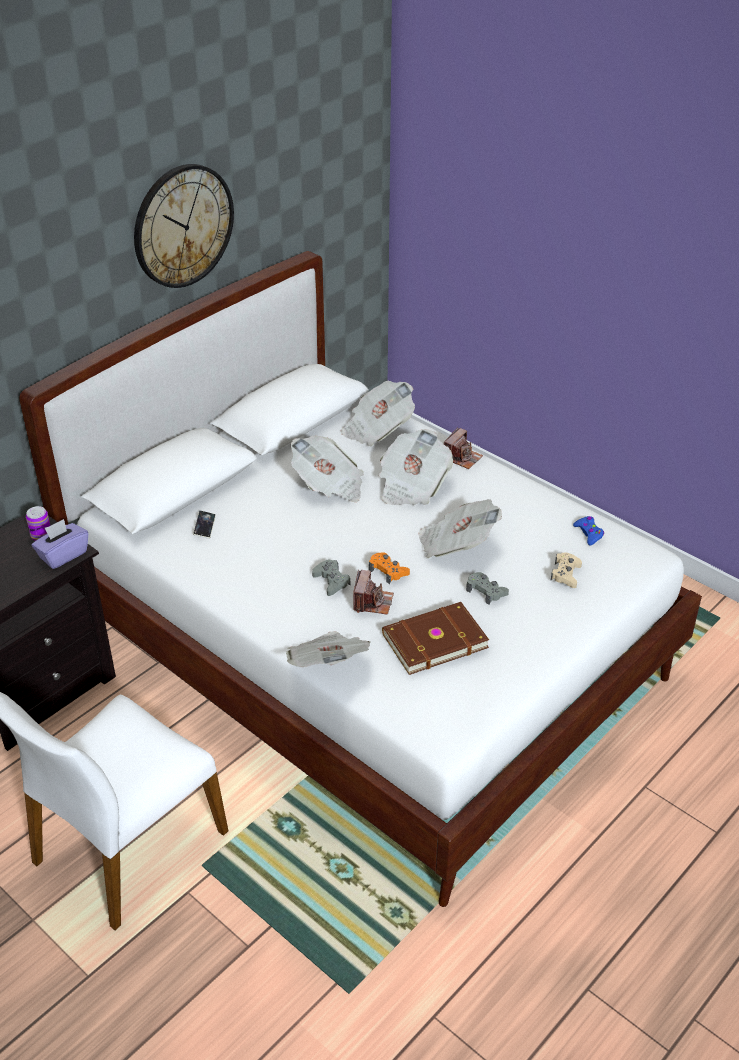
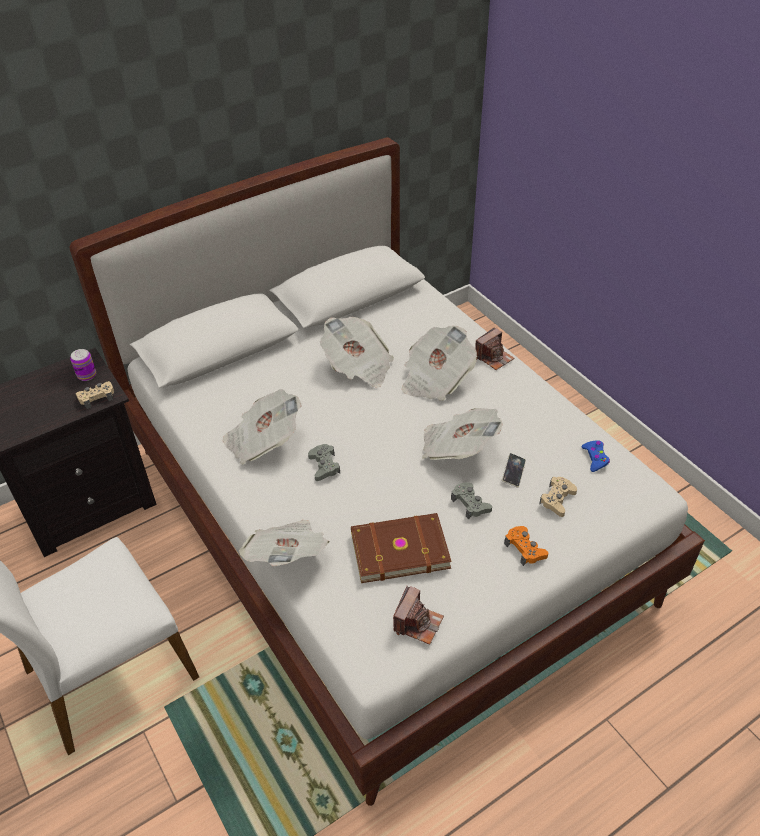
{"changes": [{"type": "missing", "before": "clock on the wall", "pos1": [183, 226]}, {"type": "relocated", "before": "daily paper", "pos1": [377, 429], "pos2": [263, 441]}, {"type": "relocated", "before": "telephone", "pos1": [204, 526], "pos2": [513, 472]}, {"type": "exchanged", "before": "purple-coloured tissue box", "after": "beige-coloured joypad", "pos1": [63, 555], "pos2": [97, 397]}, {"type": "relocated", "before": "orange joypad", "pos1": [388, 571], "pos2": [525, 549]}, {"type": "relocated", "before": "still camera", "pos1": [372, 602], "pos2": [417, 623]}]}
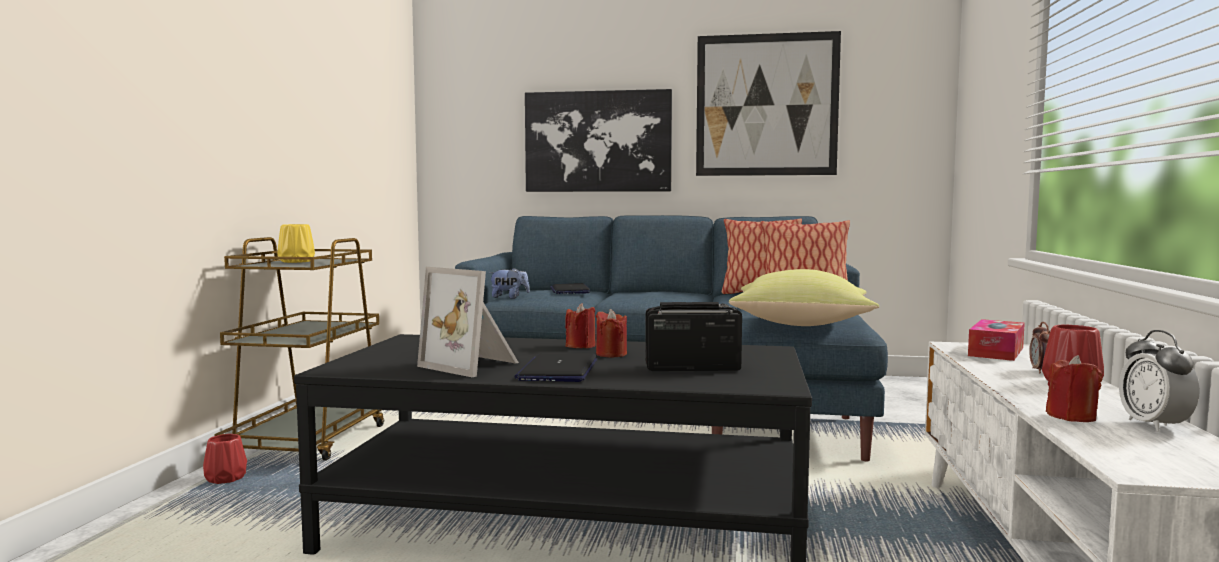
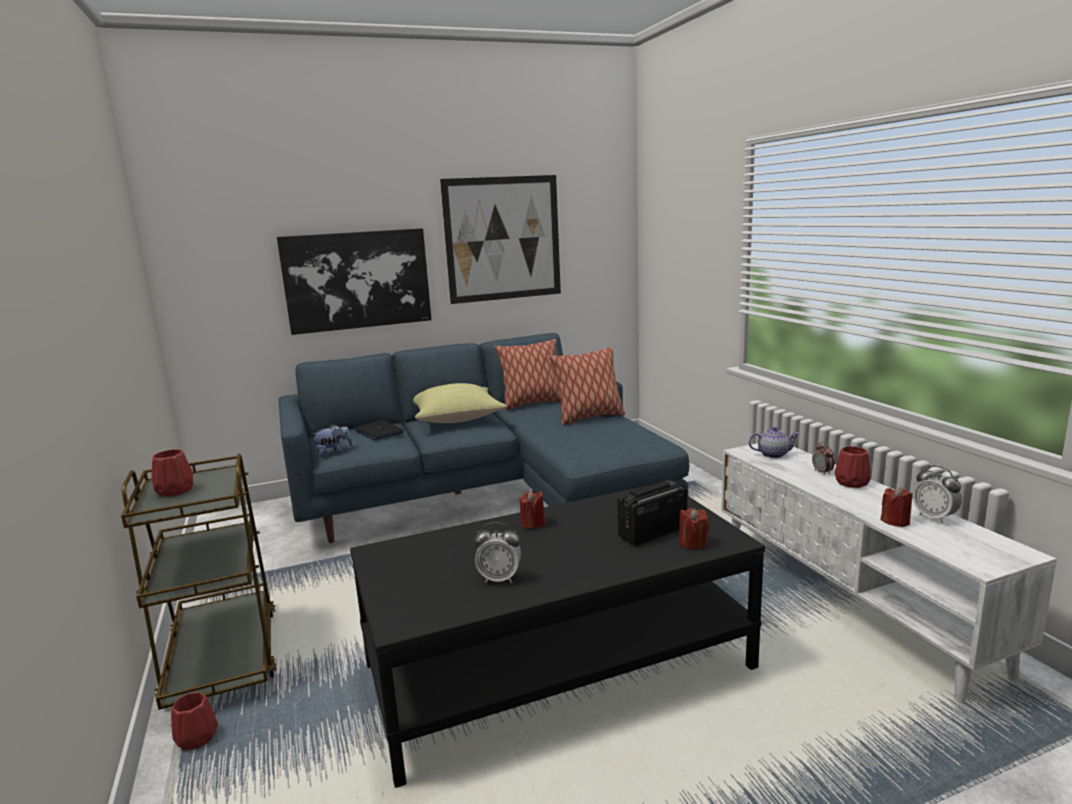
{"changes": [{"type": "colour", "before": "yellowish flower vase", "after": "red-coloured flower vase", "pos1": [296, 261], "pos2": [174, 490]}, {"type": "exchanged", "before": "picture frame", "after": "table clock", "pos1": [473, 365], "pos2": [499, 579]}, {"type": "relocated", "before": "yellowish pillow", "pos1": [803, 324], "pos2": [457, 419]}, {"type": "relocated", "before": "red-coloured wax light", "pos1": [611, 354], "pos2": [693, 543]}, {"type": "exchanged", "before": "tissue box", "after": "tea pot", "pos1": [996, 351], "pos2": [773, 454]}, {"type": "missing", "before": "laptop", "pos1": [558, 370]}]}
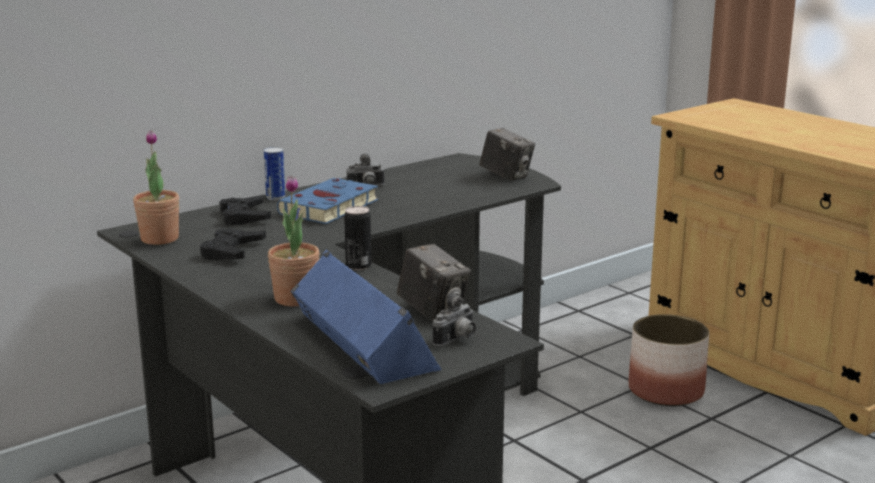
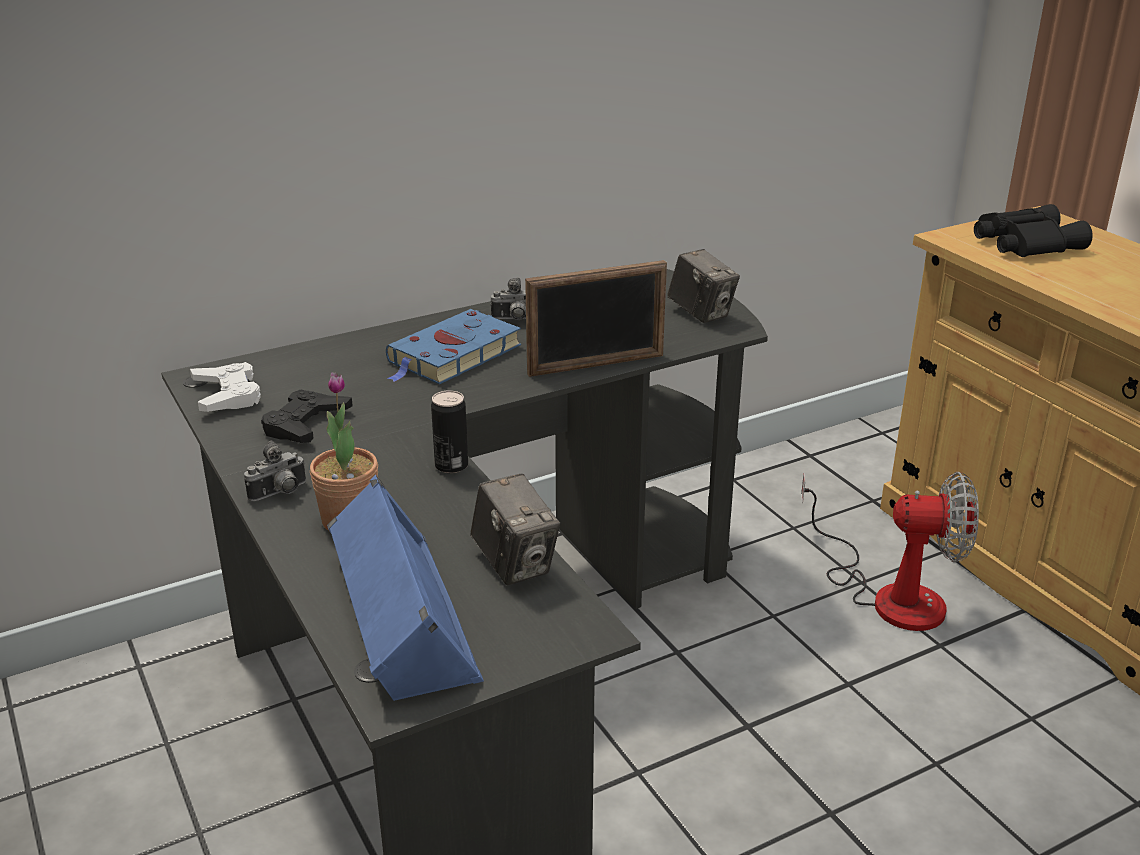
{"changes": [{"type": "exchanged", "before": "plant in a pot", "after": "whitish joypad", "pos1": [159, 239], "pos2": [227, 394]}, {"type": "missing", "before": "sealed can", "pos1": [275, 198]}, {"type": "missing", "before": "blackish joypad", "pos1": [244, 216]}, {"type": "relocated", "before": "still camera", "pos1": [457, 340], "pos2": [280, 494]}, {"type": "exchanged", "before": "plant pot", "after": "fan", "pos1": [665, 390], "pos2": [890, 594]}, {"type": "appeared", "after": "blackish field glasses", "pos2": [1024, 243]}, {"type": "appeared", "after": "picture frame", "pos2": [596, 365]}]}
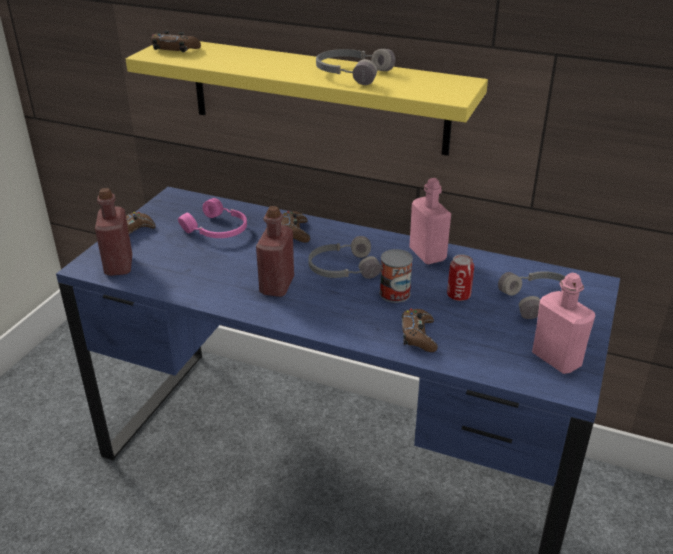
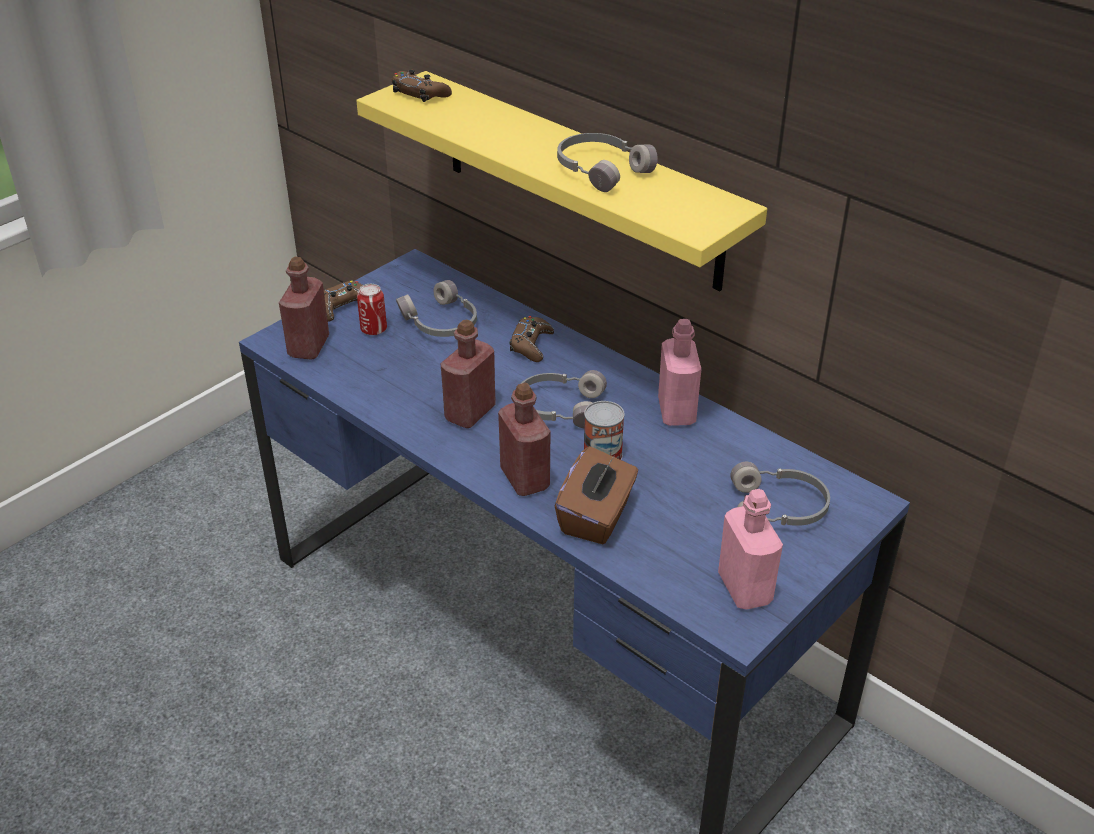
{"changes": [{"type": "colour", "before": "pink-coloured headphones", "after": "greyish headphones", "pos1": [216, 230], "pos2": [440, 323]}, {"type": "relocated", "before": "sealed can", "pos1": [458, 295], "pos2": [373, 329]}, {"type": "exchanged", "before": "brown-coloured joypad", "after": "brown-coloured tissue box", "pos1": [418, 336], "pos2": [596, 517]}, {"type": "appeared", "after": "red-coloured bottle", "pos2": [525, 478]}]}
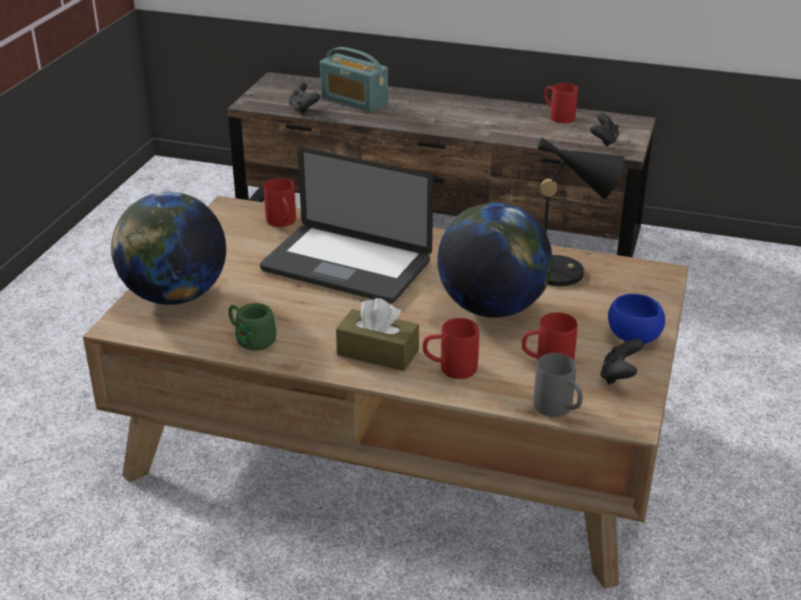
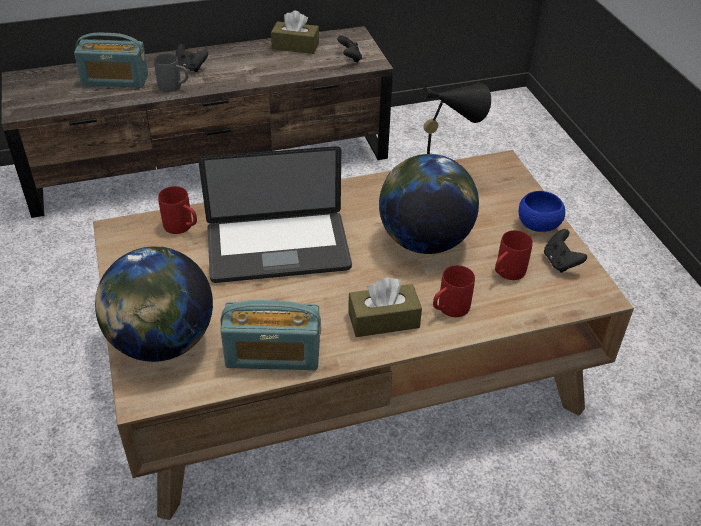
{"changes": [{"type": "relocated", "before": "blackish joypad", "pos1": [303, 109], "pos2": [191, 67]}, {"type": "exchanged", "before": "red-coloured mug", "after": "brown-coloured tissue box", "pos1": [557, 116], "pos2": [295, 46]}, {"type": "exchanged", "before": "green mug", "after": "radio receiver", "pos1": [251, 339], "pos2": [273, 355]}, {"type": "relocated", "before": "greyish mug", "pos1": [559, 410], "pos2": [174, 87]}]}
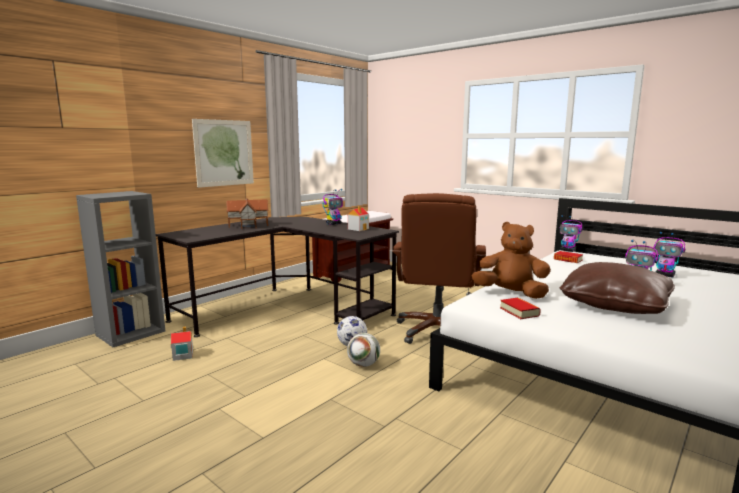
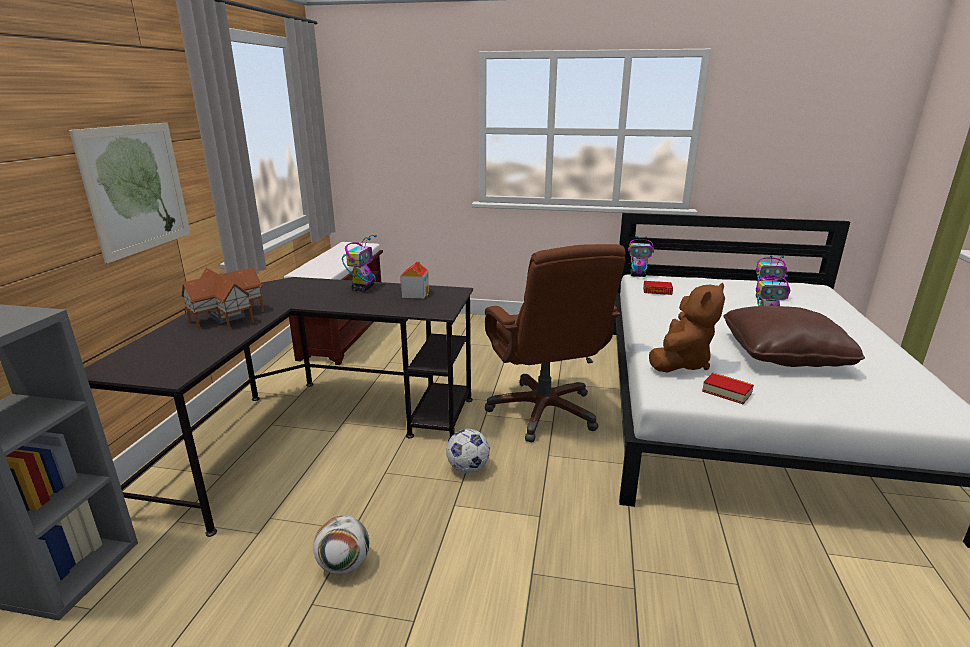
{"changes": [{"type": "spun", "before": "brown-coloured soft toy", "pos1": [511, 294], "pos2": [680, 363], "turn": 135}, {"type": "missing", "before": "model house", "pos1": [182, 355]}, {"type": "relocated", "before": "football ball", "pos1": [363, 364], "pos2": [344, 564]}]}
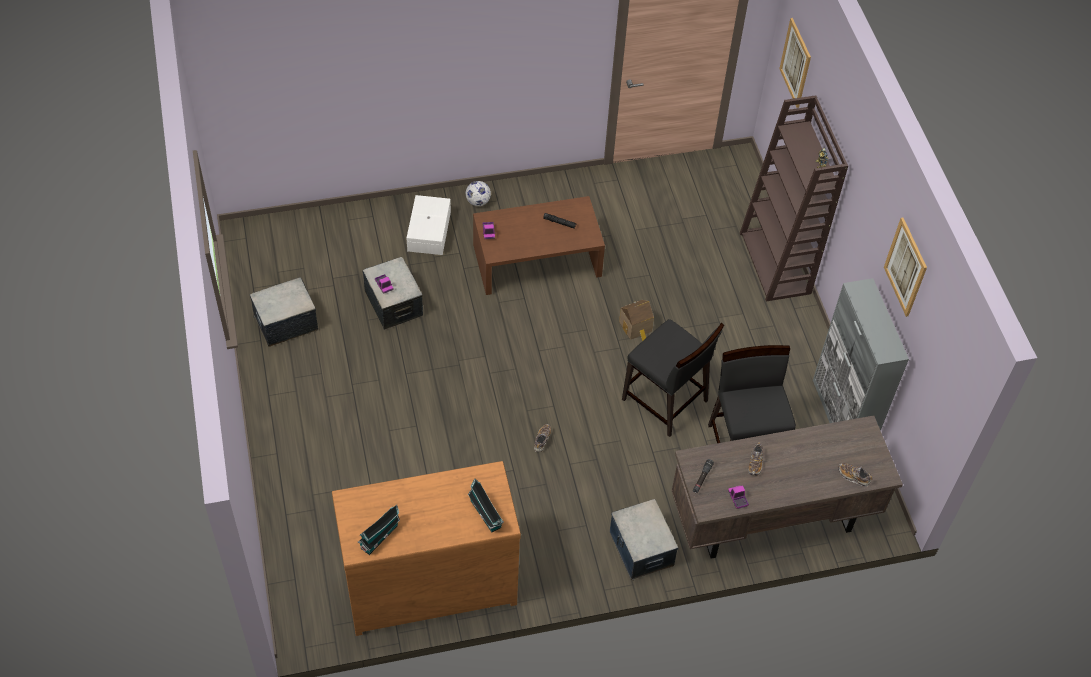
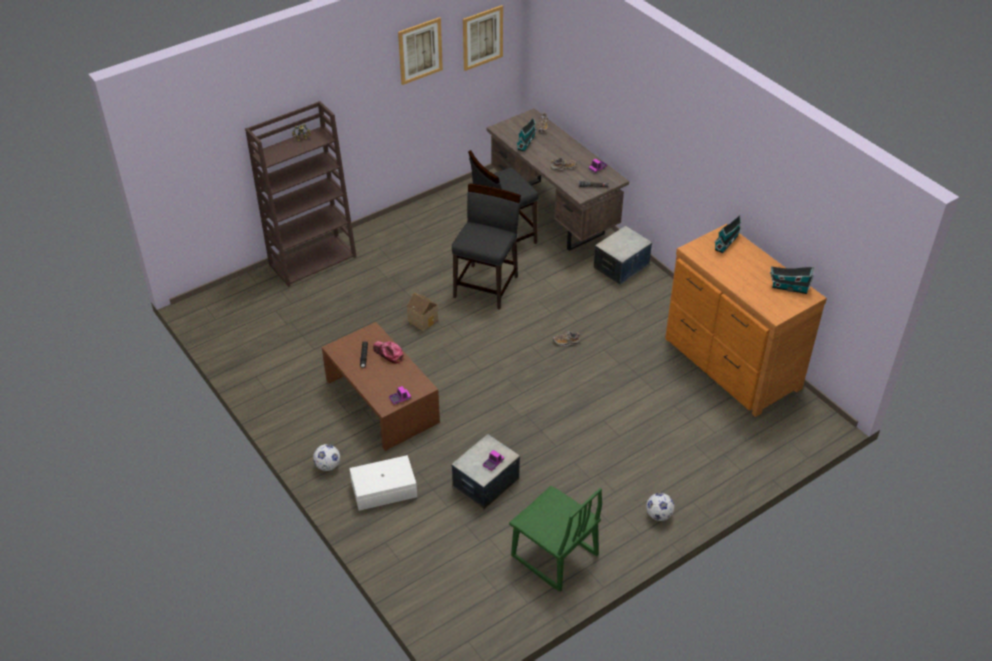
{"changes": [{"type": "relocated", "before": "wall art", "pos1": [795, 63], "pos2": [482, 37]}, {"type": "exchanged", "before": "storage box", "after": "green chair", "pos1": [286, 322], "pos2": [554, 556]}, {"type": "missing", "before": "greyish cupboard", "pos1": [841, 416]}, {"type": "appeared", "after": "model house", "pos2": [526, 142]}, {"type": "appeared", "after": "cap", "pos2": [388, 353]}, {"type": "appeared", "after": "football ball", "pos2": [659, 515]}]}
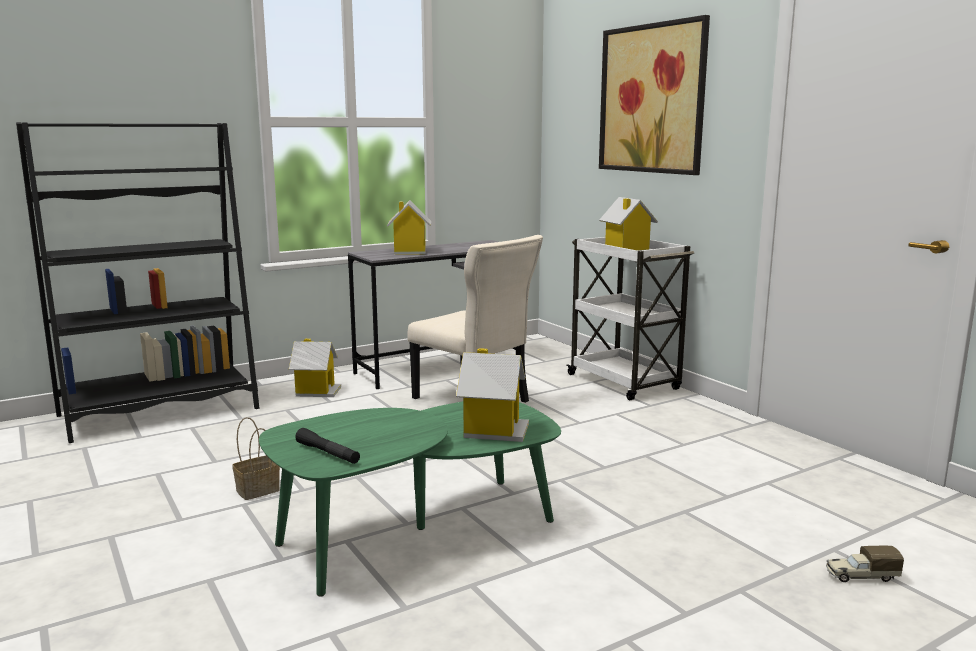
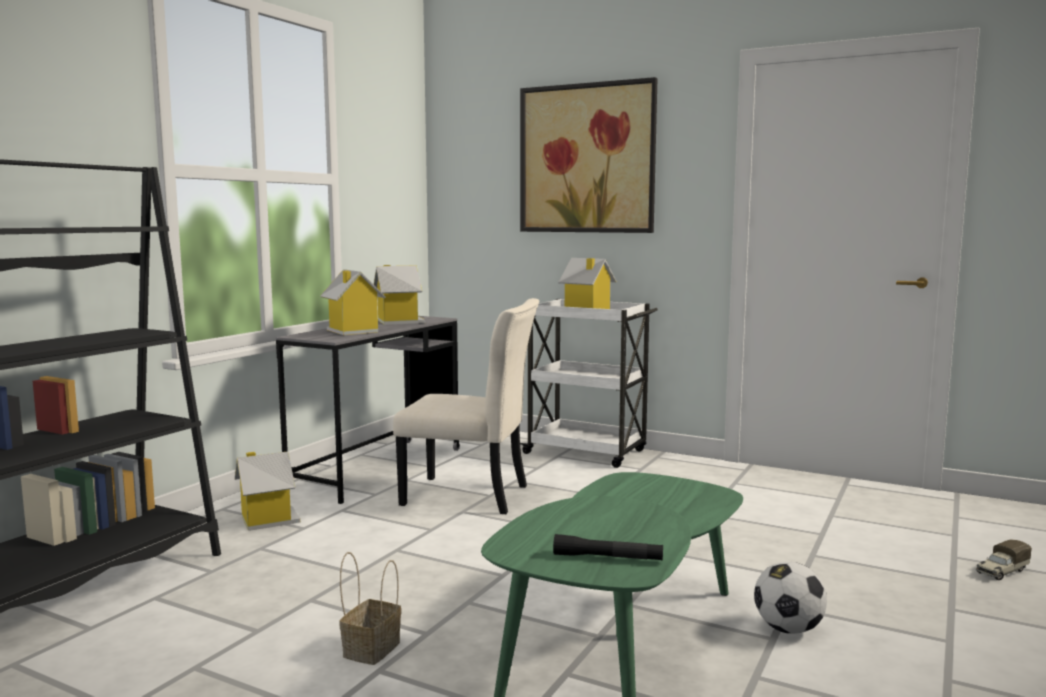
{"changes": [{"type": "relocated", "before": "model house", "pos1": [493, 430], "pos2": [398, 322]}, {"type": "appeared", "after": "football ball", "pos2": [788, 629]}]}
